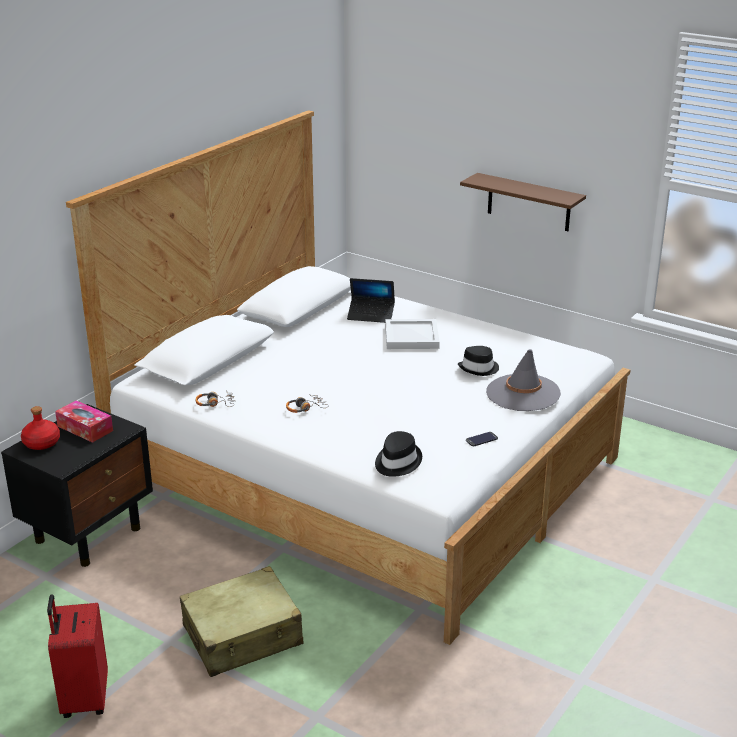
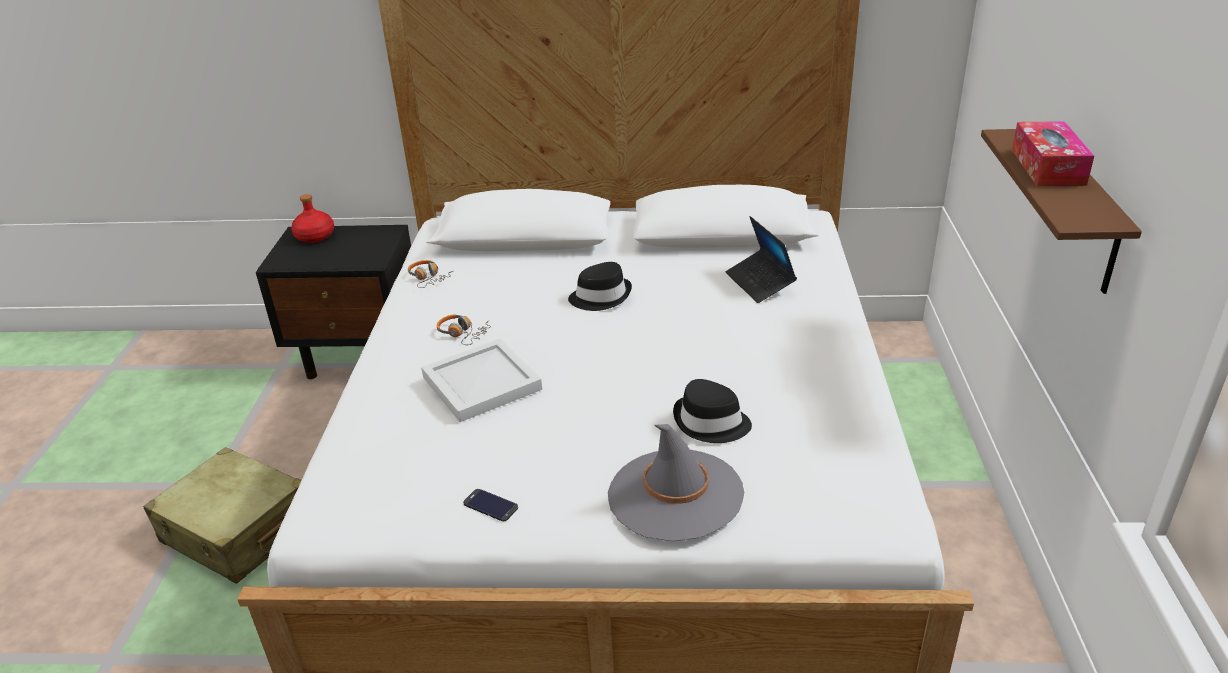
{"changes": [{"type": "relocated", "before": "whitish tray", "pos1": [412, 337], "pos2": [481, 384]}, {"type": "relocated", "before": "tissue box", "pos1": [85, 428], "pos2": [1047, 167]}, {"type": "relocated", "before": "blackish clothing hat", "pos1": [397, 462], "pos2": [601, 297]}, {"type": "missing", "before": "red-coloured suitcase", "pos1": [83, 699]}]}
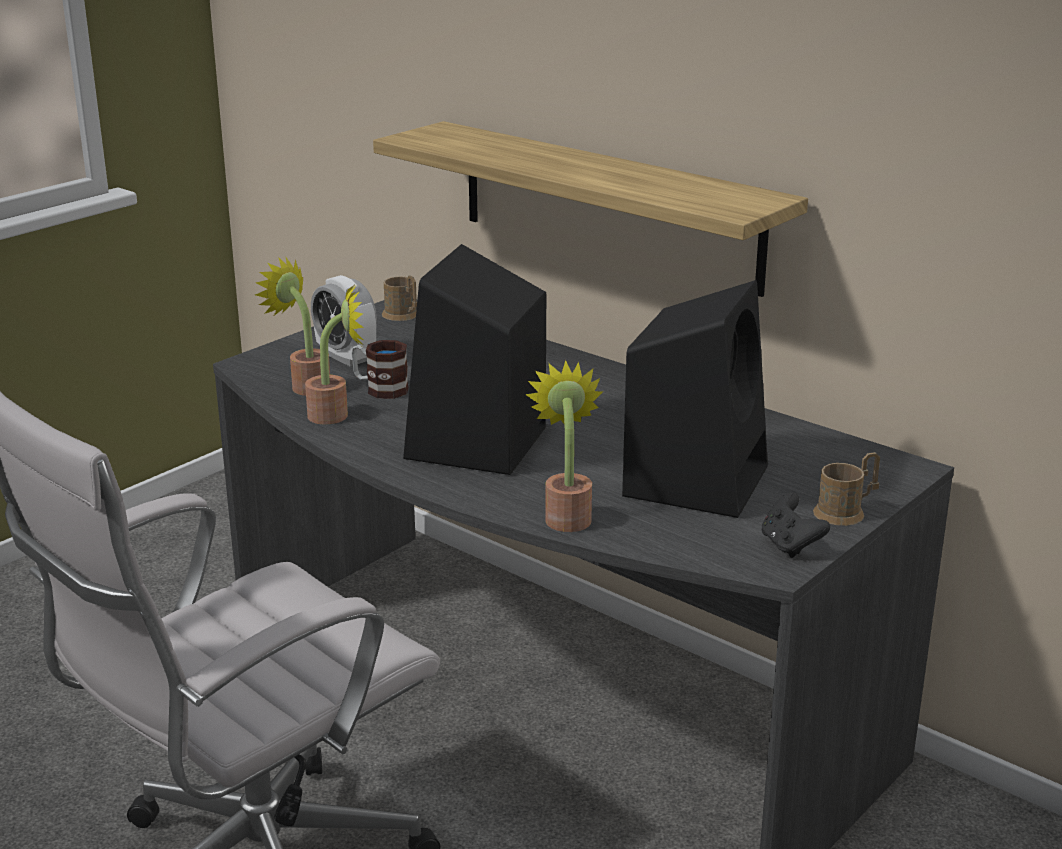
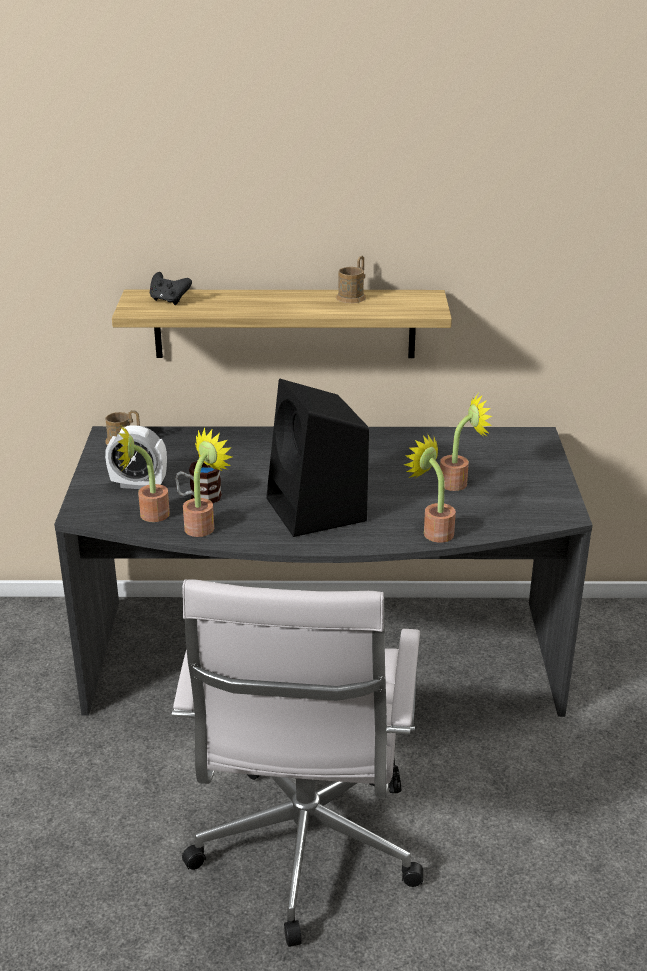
{"changes": [{"type": "exchanged", "before": "blackish speaker", "after": "plant in a pot", "pos1": [696, 479], "pos2": [458, 482]}, {"type": "relocated", "before": "brown-coloured mug", "pos1": [845, 512], "pos2": [353, 296]}, {"type": "relocated", "before": "blackish joypad", "pos1": [790, 546], "pos2": [169, 301]}]}
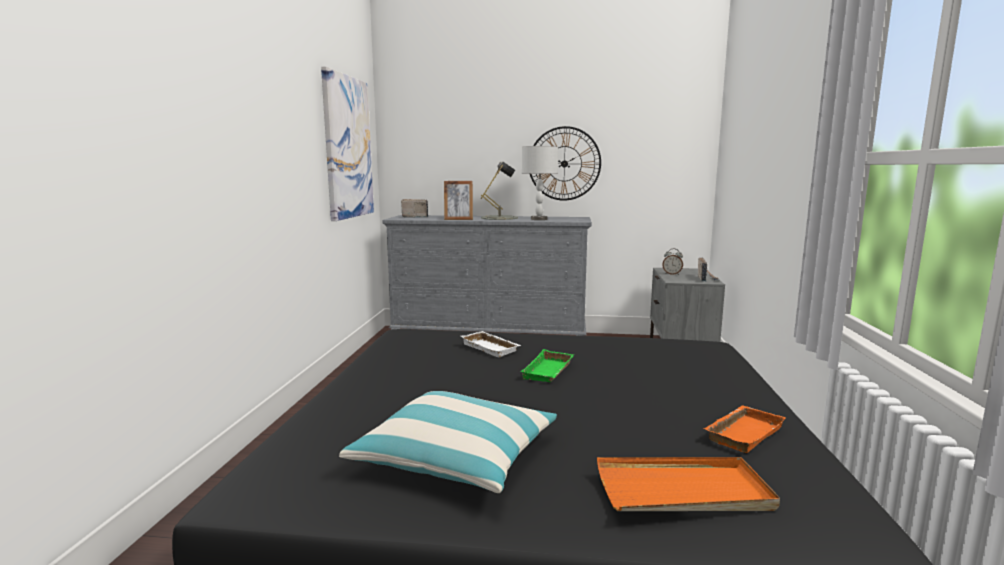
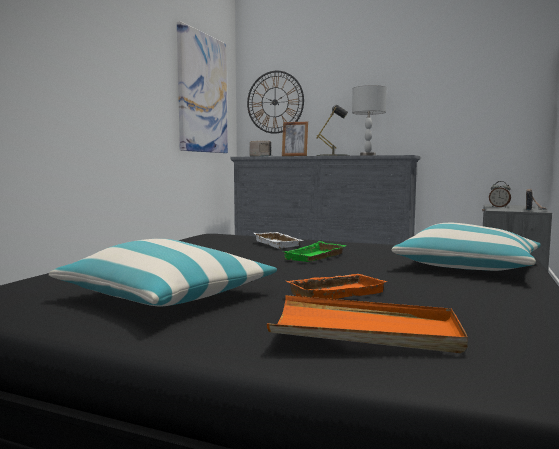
{"changes": [{"type": "relocated", "before": "clock on the wall", "pos1": [564, 163], "pos2": [275, 102]}, {"type": "relocated", "before": "orange tray", "pos1": [742, 432], "pos2": [335, 292]}, {"type": "appeared", "after": "pillow", "pos2": [468, 267]}]}
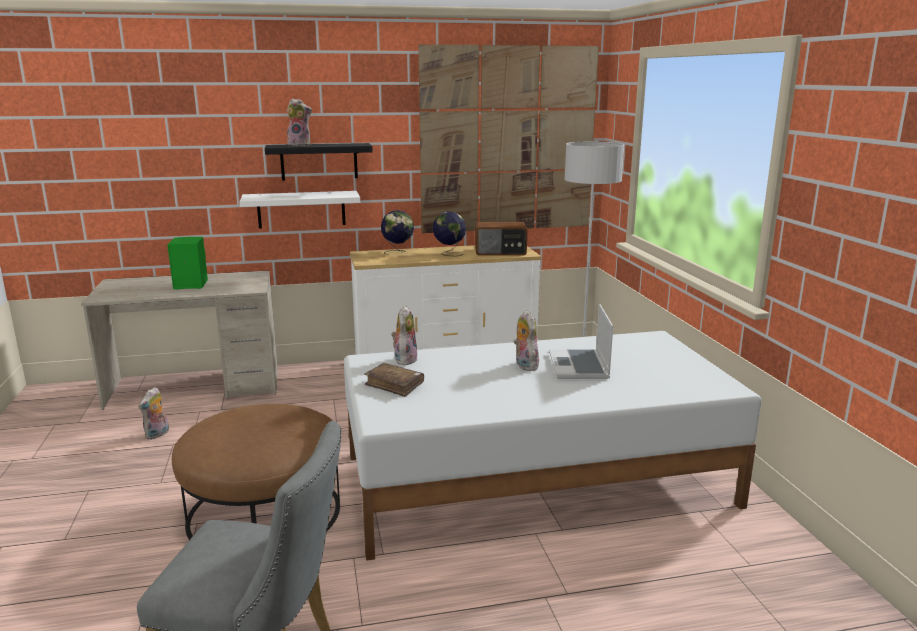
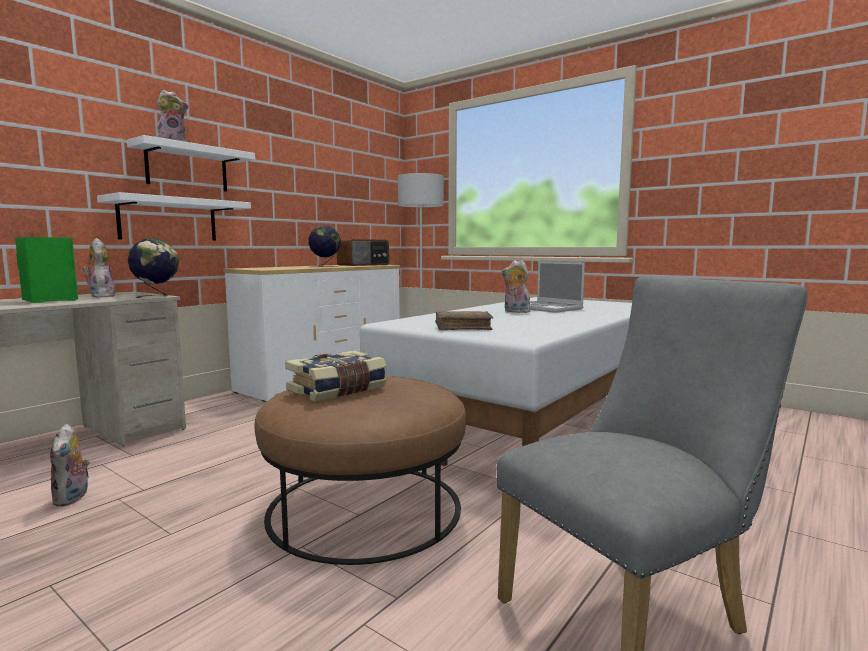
{"changes": [{"type": "missing", "before": "wall art", "pos1": [508, 140]}, {"type": "colour", "before": "blackish wall shelf", "after": "whitish wall shelf", "pos1": [319, 161], "pos2": [187, 168]}, {"type": "relocated", "before": "globe", "pos1": [398, 252], "pos2": [156, 296]}, {"type": "relocated", "before": "soft toy", "pos1": [404, 359], "pos2": [100, 296]}, {"type": "appeared", "after": "bound book", "pos2": [338, 390]}]}
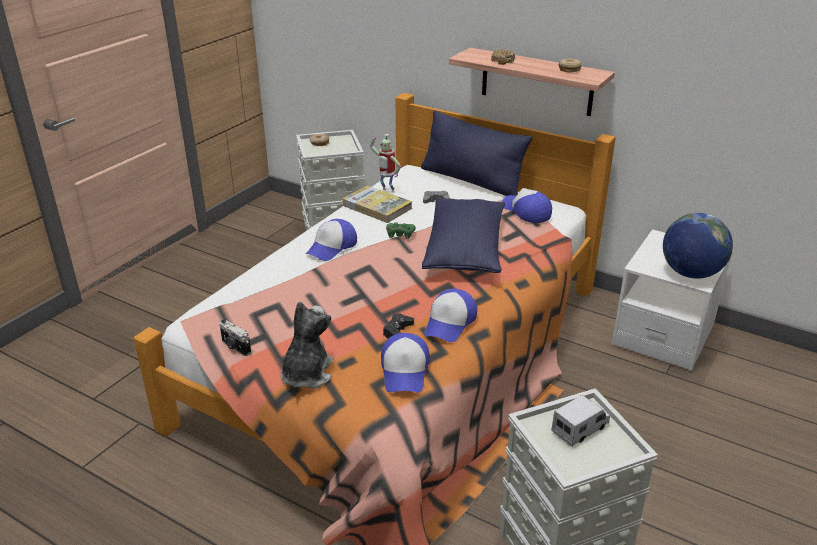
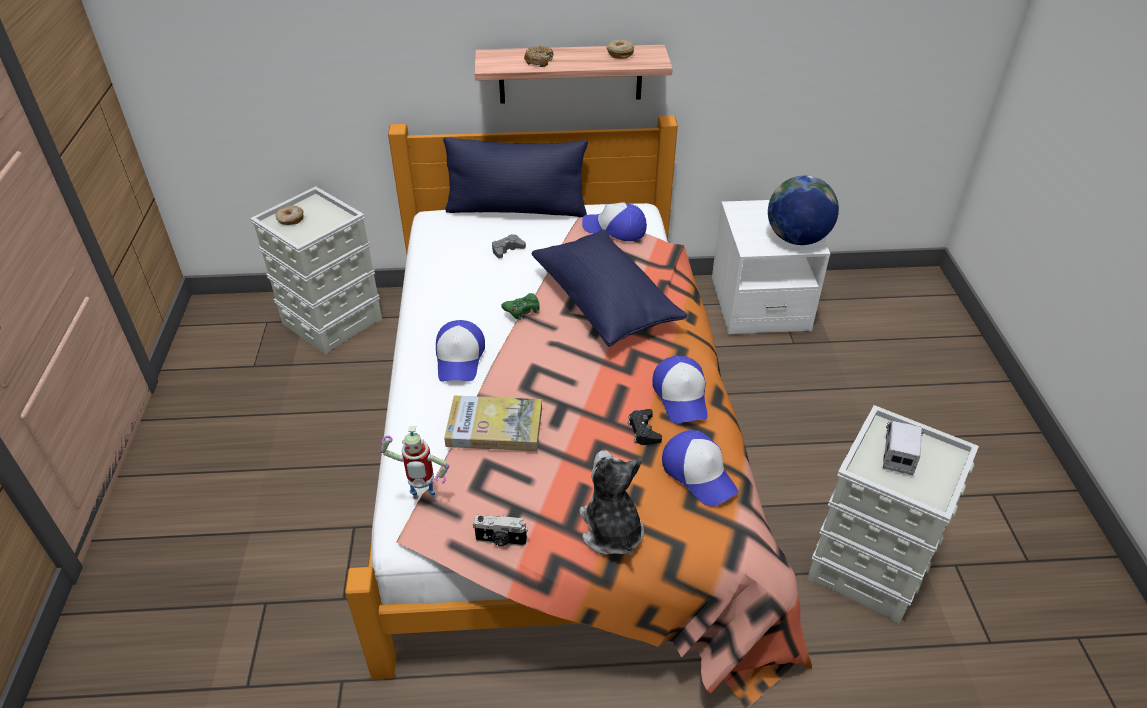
{"changes": [{"type": "relocated", "before": "robot figure", "pos1": [387, 191], "pos2": [423, 499]}, {"type": "relocated", "before": "bound book", "pos1": [377, 207], "pos2": [494, 426]}]}
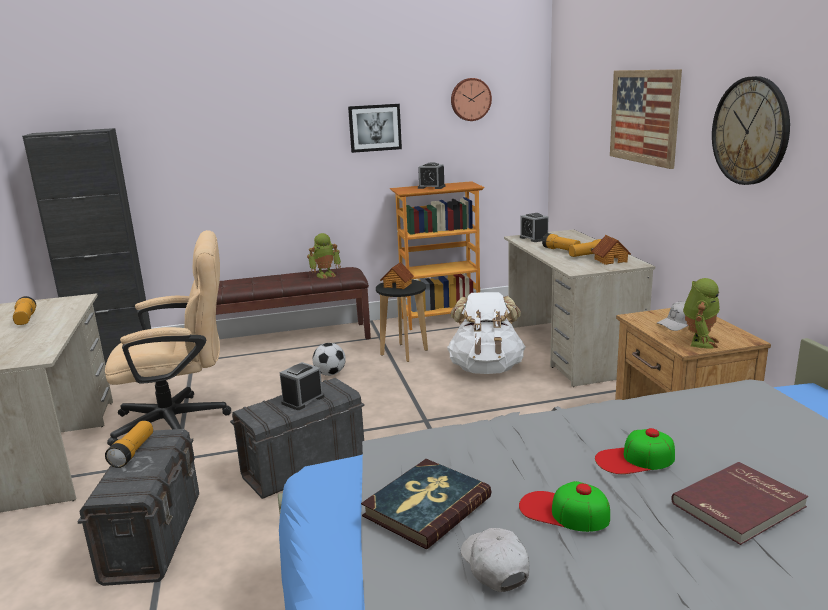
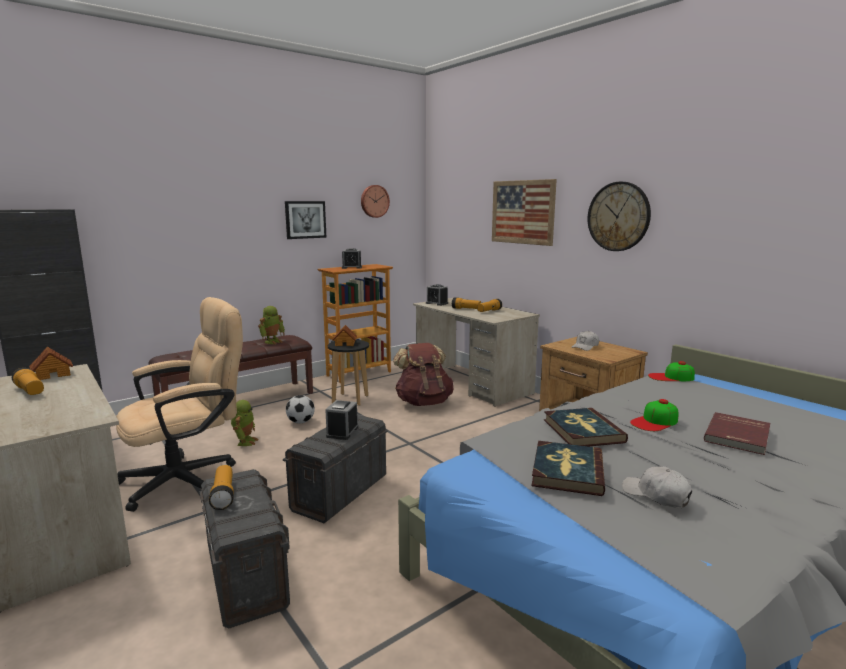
{"changes": [{"type": "relocated", "before": "model house", "pos1": [610, 260], "pos2": [53, 374]}, {"type": "relocated", "before": "robot figure", "pos1": [699, 342], "pos2": [245, 441]}, {"type": "colour", "before": "whitish rucksack", "after": "brown-coloured rucksack", "pos1": [486, 368], "pos2": [423, 402]}, {"type": "relocated", "before": "cap", "pos1": [563, 511], "pos2": [671, 377]}, {"type": "appeared", "after": "bound book", "pos2": [582, 431]}]}
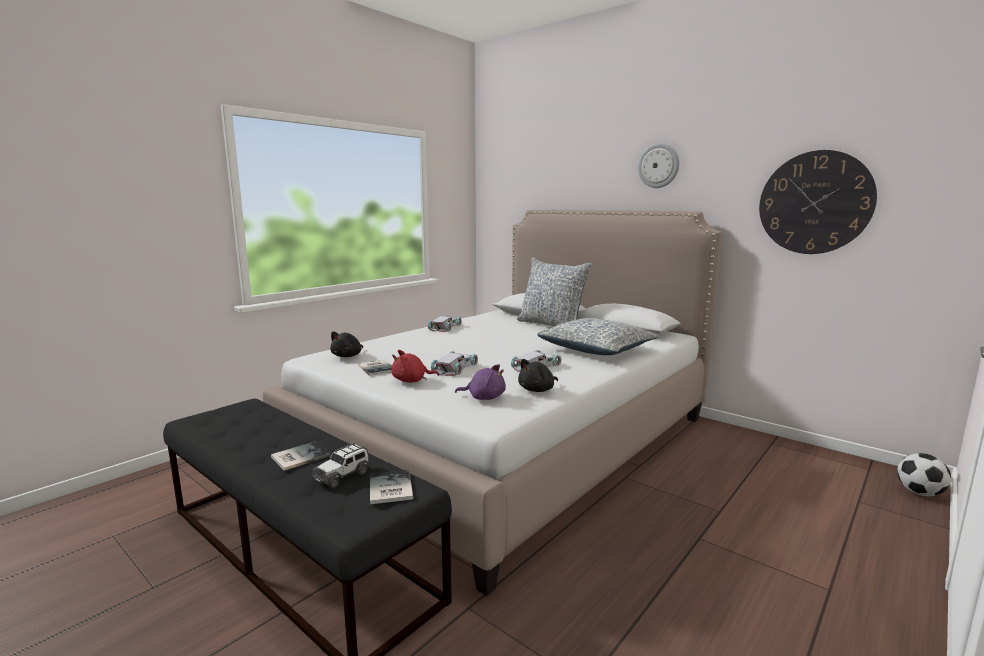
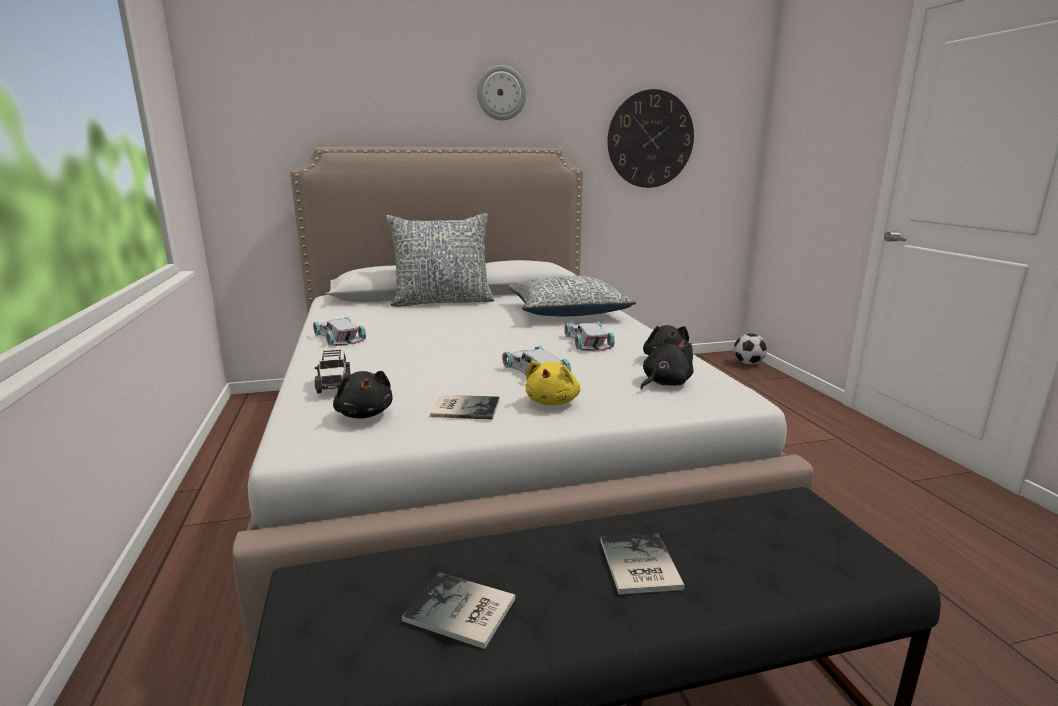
{"changes": [{"type": "colour", "before": "red-coloured soft toy", "after": "yellowish soft toy", "pos1": [411, 381], "pos2": [553, 401]}, {"type": "colour", "before": "purple-coloured soft toy", "after": "blackish soft toy", "pos1": [484, 397], "pos2": [664, 383]}, {"type": "relocated", "before": "miniature car", "pos1": [343, 475], "pos2": [334, 384]}, {"type": "relocated", "before": "bound book", "pos1": [389, 489], "pos2": [461, 612]}]}
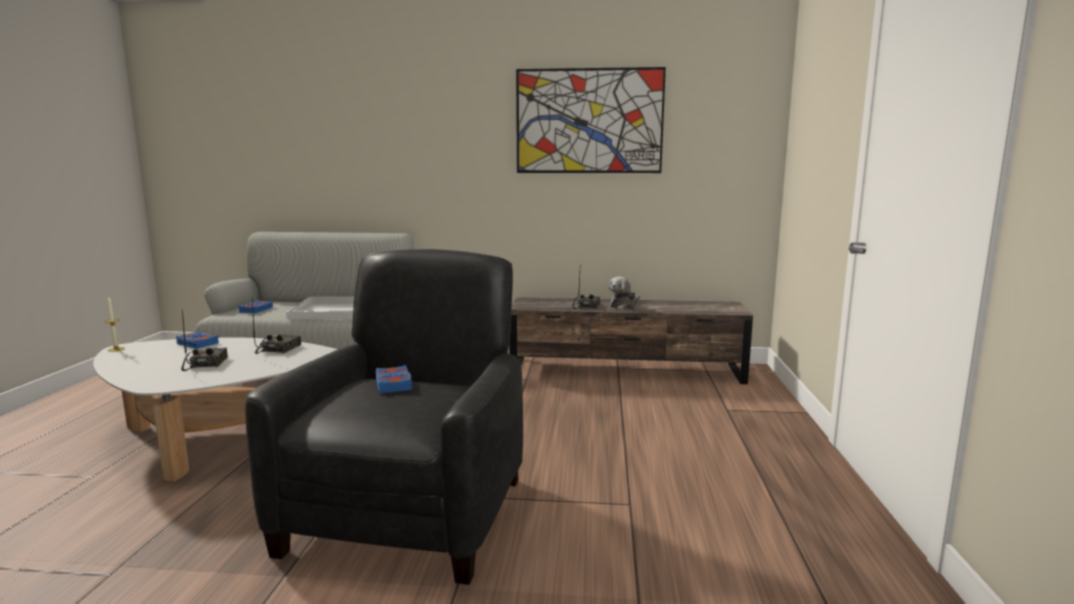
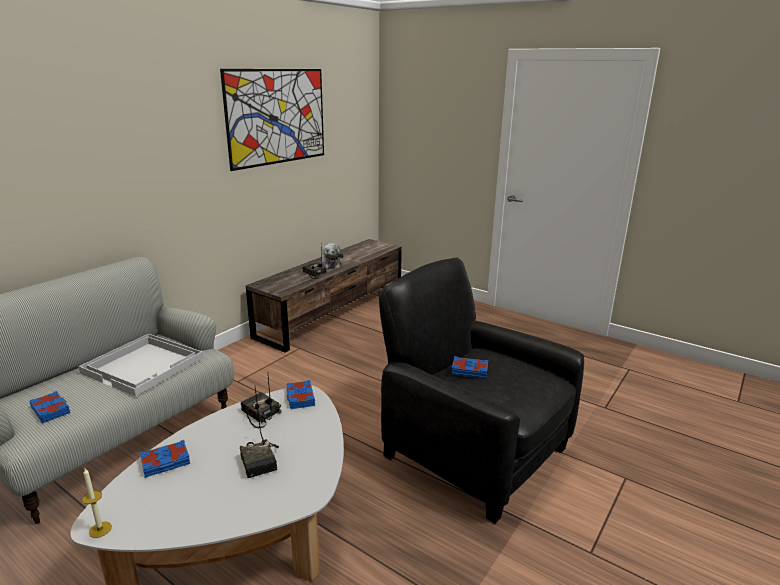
{"changes": [{"type": "spun", "before": "radio receiver", "pos1": [205, 364], "pos2": [261, 461], "turn": -135}, {"type": "appeared", "after": "blue bound book", "pos2": [300, 398]}]}
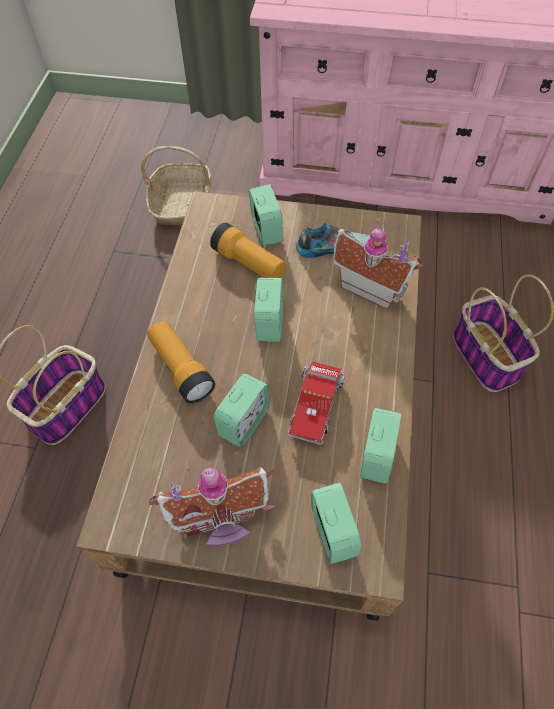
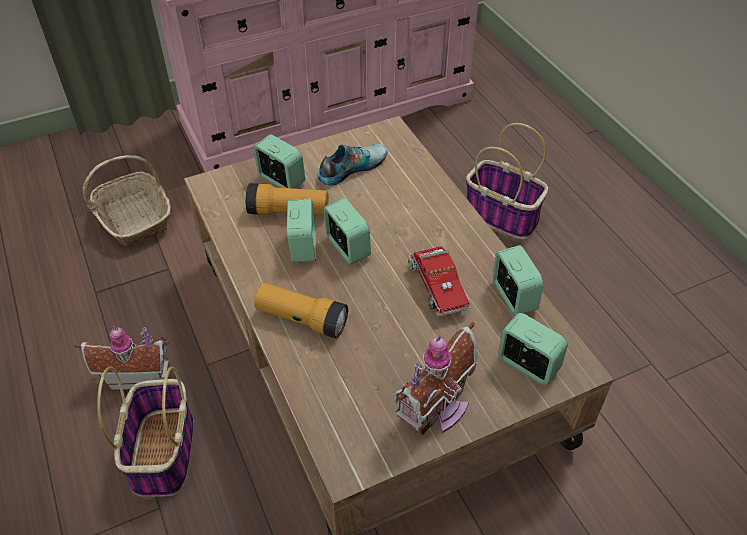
{"changes": [{"type": "relocated", "before": "model house", "pos1": [371, 286], "pos2": [138, 375]}, {"type": "relocated", "before": "table clock", "pos1": [244, 422], "pos2": [303, 247]}]}
